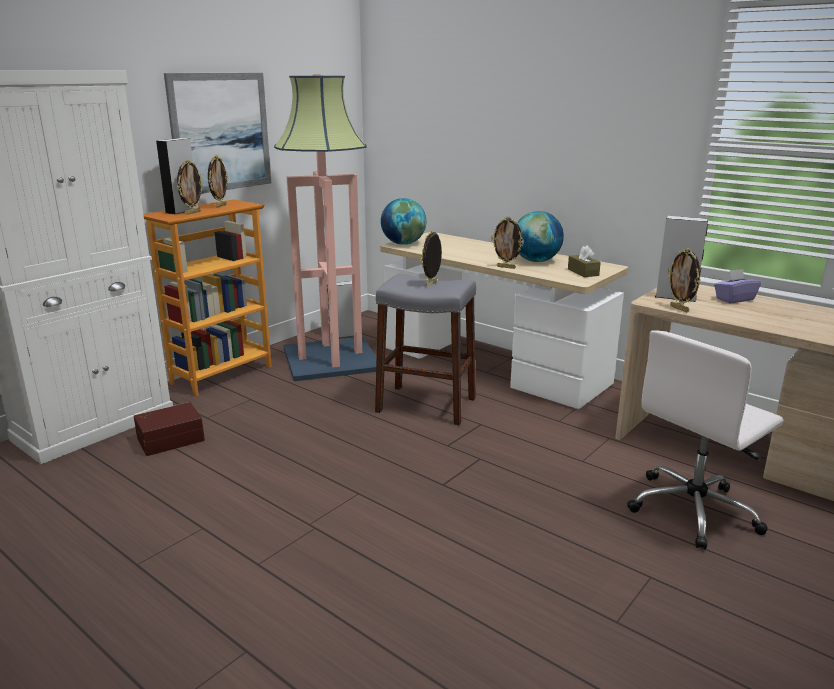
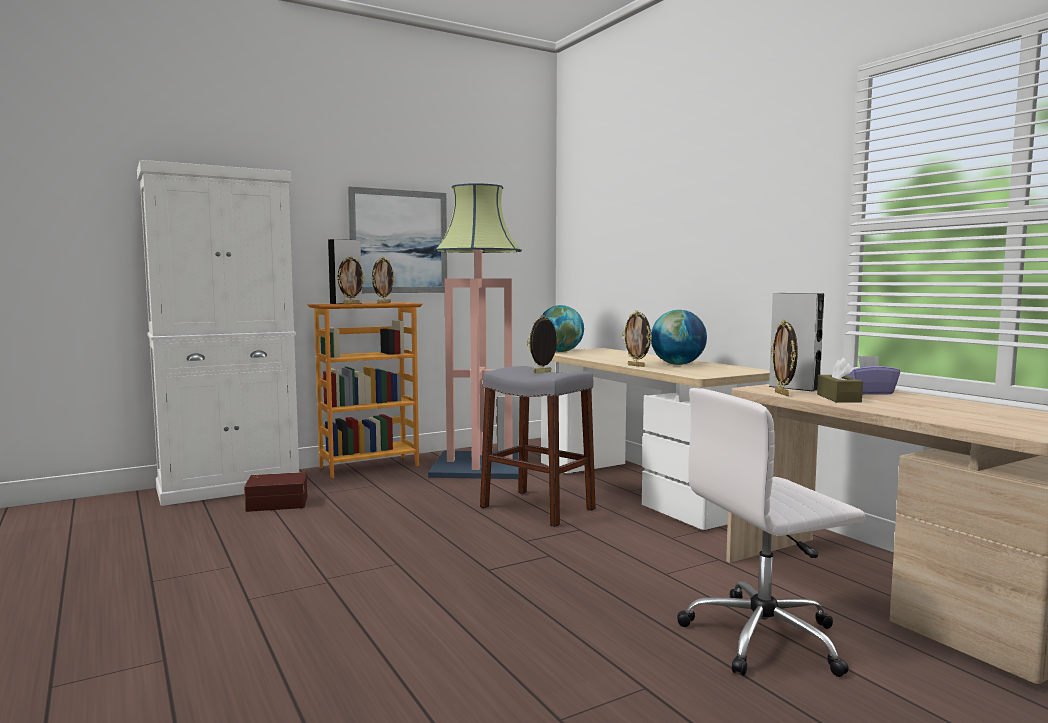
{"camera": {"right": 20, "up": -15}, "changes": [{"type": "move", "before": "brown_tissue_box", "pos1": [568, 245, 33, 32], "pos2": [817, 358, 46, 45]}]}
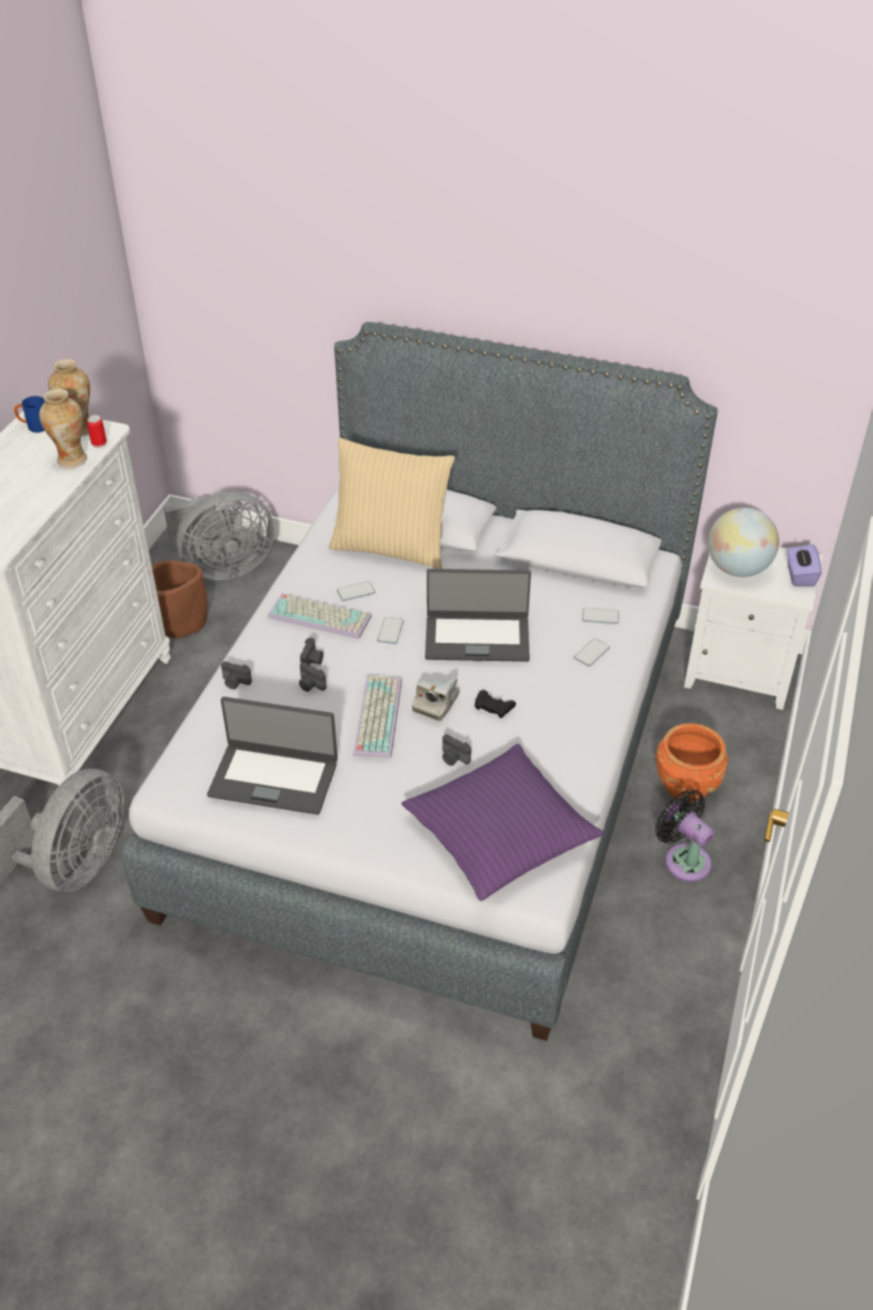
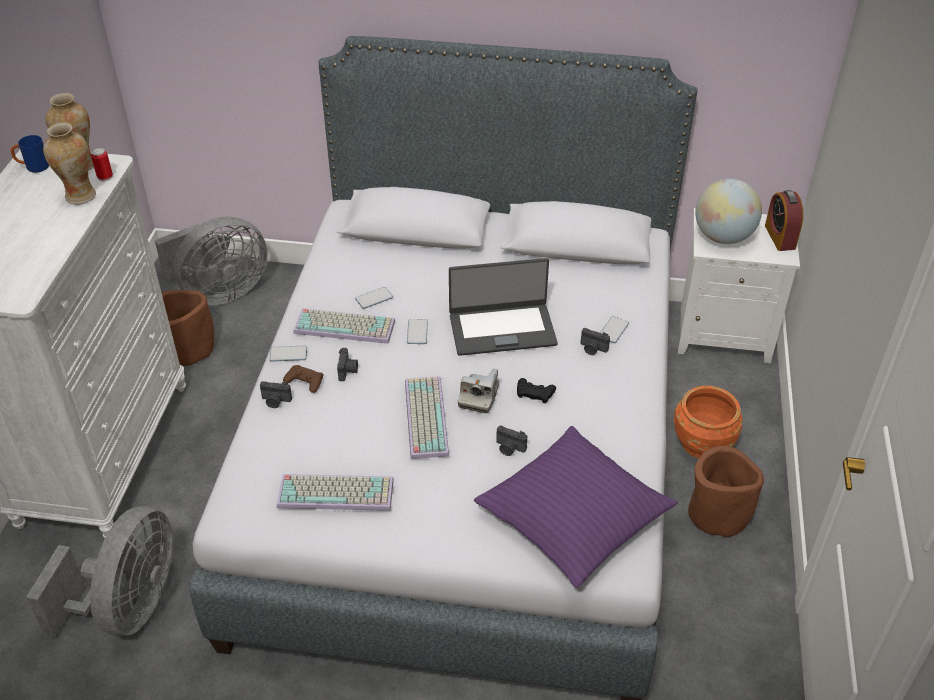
{"camera": {"right": -10, "up": 0}, "changes": [{"type": "move", "before": "phone", "pos1": [582, 608, 37, 16], "pos2": [270, 346, 37, 16]}, {"type": "replace", "before": "laptop", "after": "keyboard", "pos1": [207, 697, 130, 118], "pos2": [277, 474, 117, 37]}, {"type": "insert", "after": "brown_game_controller", "pos2": [283, 365, 41, 28]}, {"type": "move", "before": "photo_camera", "pos1": [299, 662, 28, 30], "pos2": [581, 328, 29, 27]}, {"type": "replace", "before": "black_fan", "after": "brown_planter", "pos1": [655, 789, 60, 93], "pos2": [688, 446, 76, 91]}, {"type": "replace", "before": "purple_tissue_box", "after": "alarm_clock", "pos1": [787, 543, 35, 44], "pos2": [765, 190, 38, 61]}, {"type": "delete", "before": "beige_pillow", "pos1": [329, 438, 126, 131]}]}
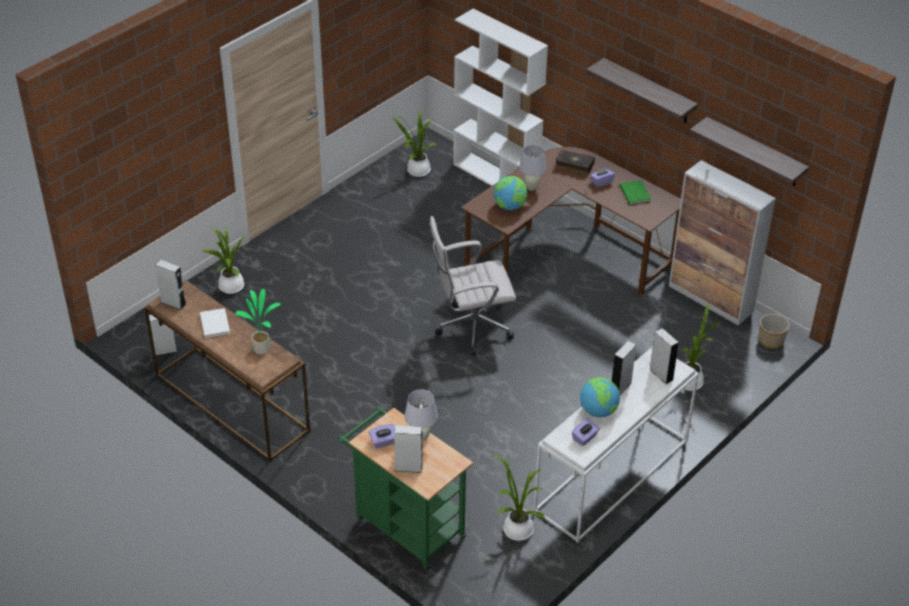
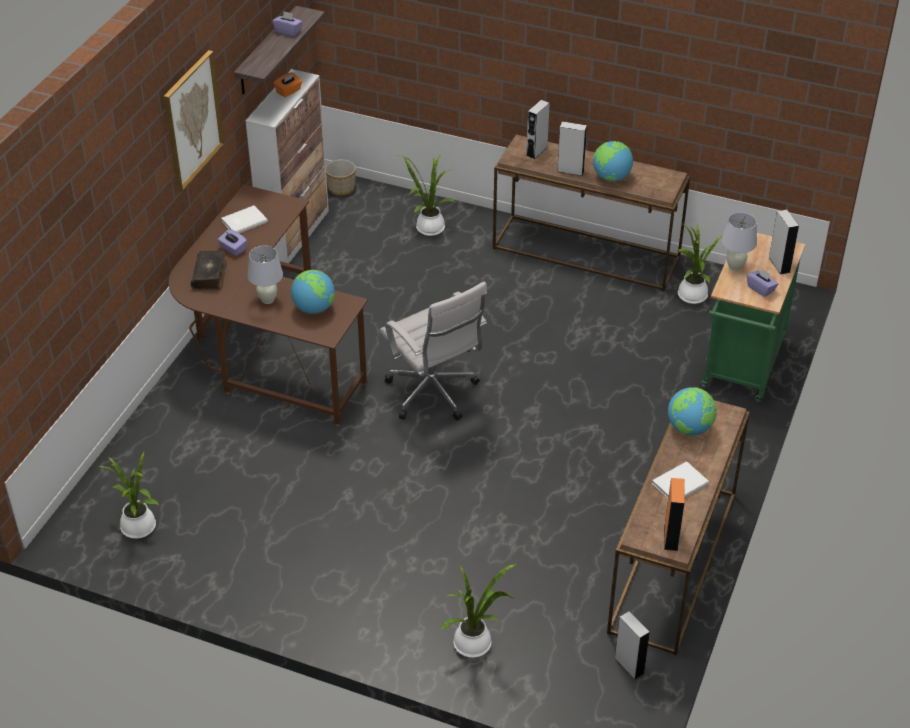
{"camera": {"right": -110, "up": 0}, "changes": [{"type": "replace", "before": "shelf", "after": "picture", "pos1": [586, 58, 112, 65], "pos2": [164, 50, 61, 142]}, {"type": "recolor", "before": "green_book", "after": "white_book", "pos1": [619, 180, 32, 25], "pos2": [221, 205, 47, 28]}, {"type": "move", "before": "purple_tissue_box", "pos1": [572, 418, 28, 28], "pos2": [272, 11, 30, 25]}, {"type": "insert", "after": "orange_tissue_box", "pos2": [273, 72, 29, 25]}, {"type": "recolor", "before": "white_console_table", "after": "brown_console_table", "pos1": [533, 346, 166, 197], "pos2": [493, 135, 197, 156]}, {"type": "recolor", "before": "grey_speaker", "after": "orange_speaker", "pos1": [155, 260, 31, 50], "pos2": [664, 478, 21, 73]}, {"type": "replace", "before": "potted_plant", "after": "globe", "pos1": [235, 289, 46, 65], "pos2": [668, 387, 49, 48]}, {"type": "delete", "before": "white_bookcase", "pos1": [453, 9, 95, 177]}]}
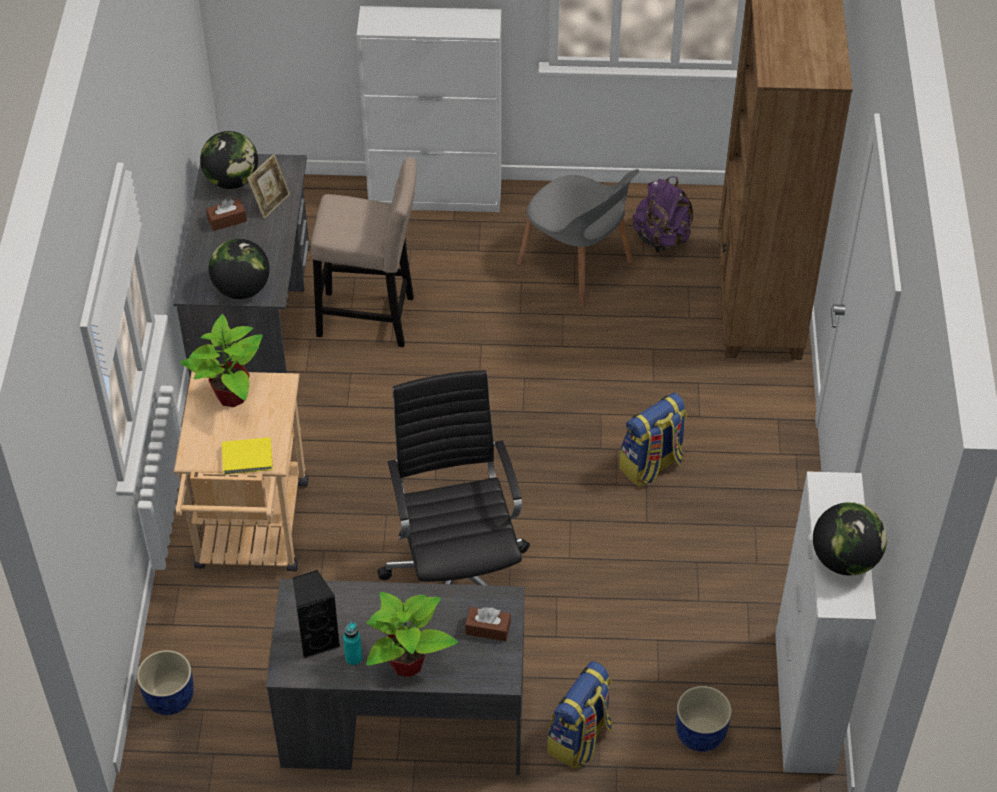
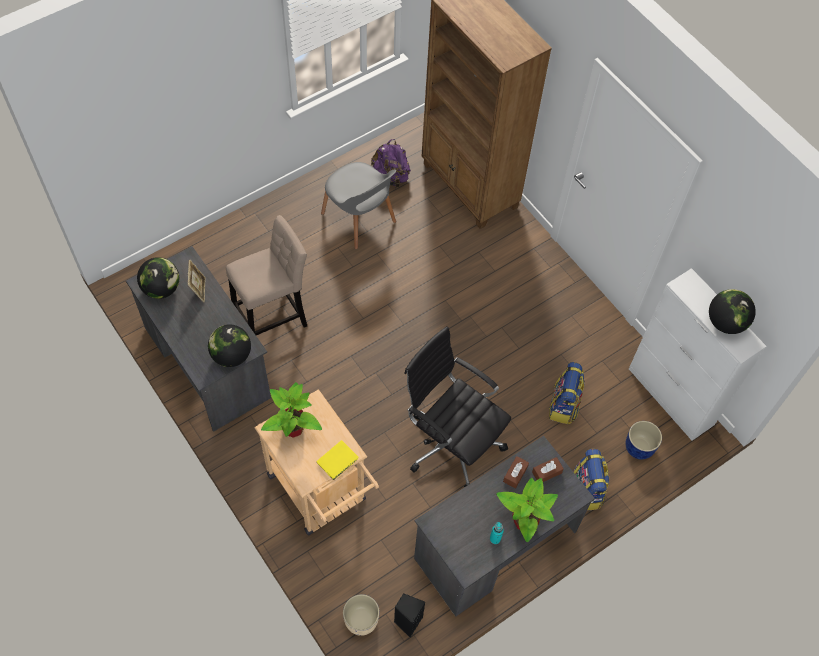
{"camera": {"right": -40, "up": 10}, "changes": [{"type": "rotate", "before": "grey_chair", "pos1": [517, 169, 122, 137], "pos2": [321, 162, 75, 87], "turn": 45}, {"type": "recolor", "before": "blue_planter", "after": "beige_planter", "pos1": [137, 650, 57, 65], "pos2": [343, 594, 37, 42]}, {"type": "move", "before": "black_speaker", "pos1": [293, 570, 48, 89], "pos2": [394, 593, 31, 45]}, {"type": "move", "before": "brown_tissue_box", "pos1": [206, 199, 41, 32], "pos2": [503, 456, 26, 33]}, {"type": "move", "before": "backpack", "pos1": [619, 393, 68, 94], "pos2": [549, 362, 36, 63]}, {"type": "delete", "before": "white_cabinet", "pos1": [357, 6, 144, 206]}]}
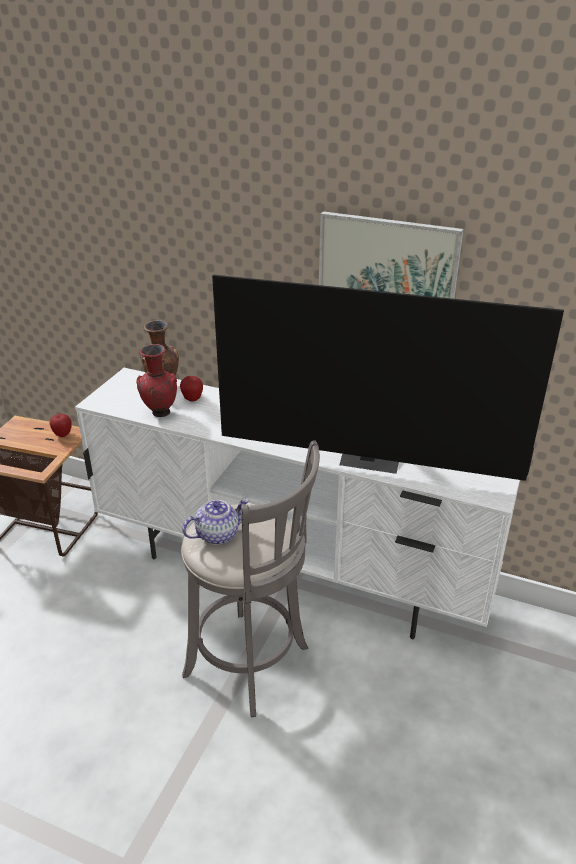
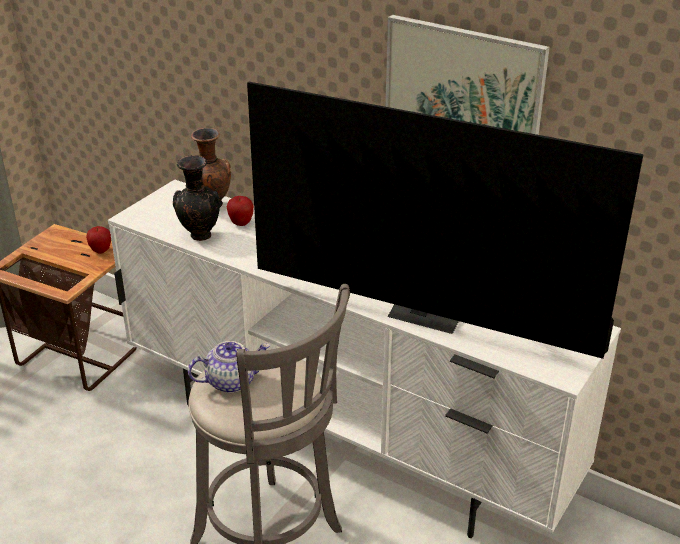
{"camera": {"right": 10, "up": 0}, "changes": [{"type": "recolor", "before": "red_vase", "after": "black_vase", "pos1": [136, 344, 41, 73], "pos2": [173, 155, 47, 86]}]}
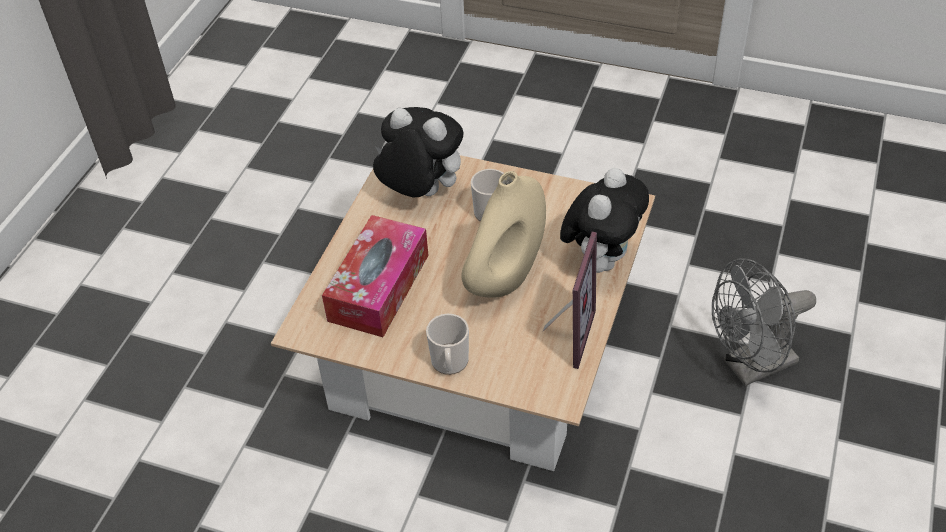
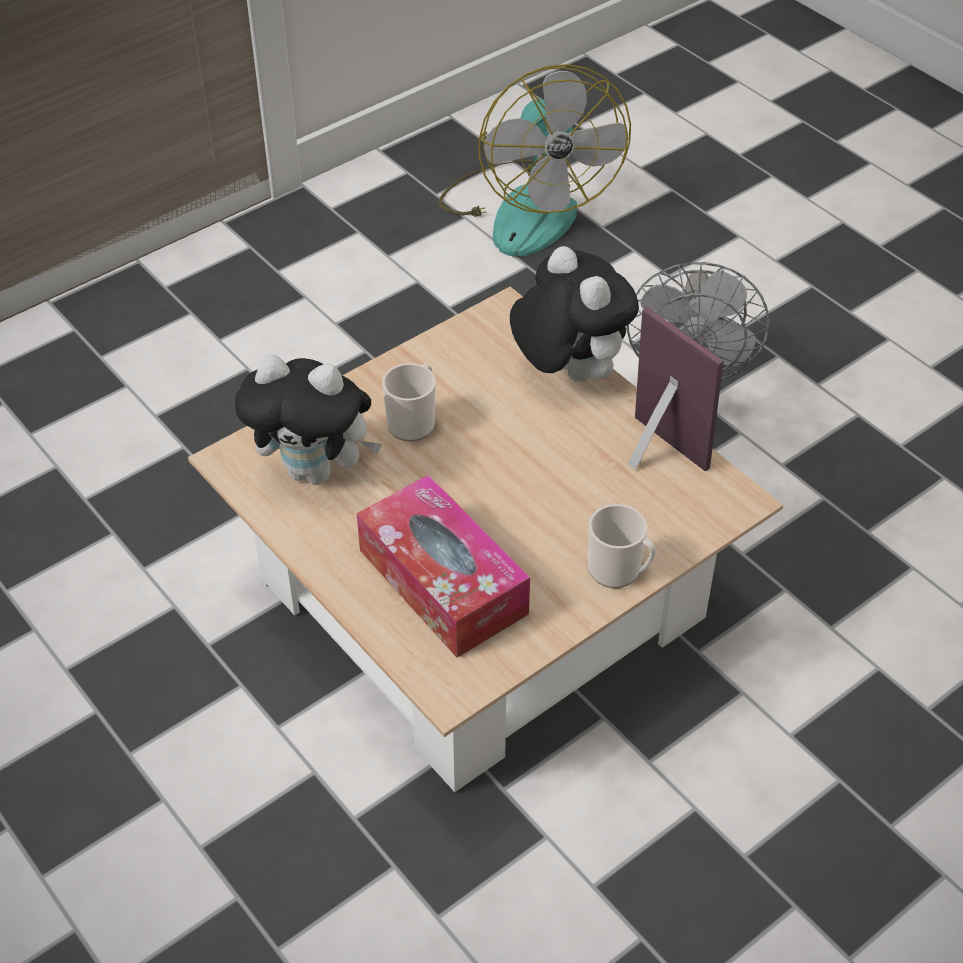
{"camera": {"right": -60, "up": 0}, "changes": [{"type": "rotate", "before": "plush_toy", "pos1": [373, 107, 90, 90], "pos2": [235, 354, 147, 131], "turn": -135}, {"type": "insert", "after": "fan", "pos2": [438, 64, 193, 193]}, {"type": "delete", "before": "beige_vase", "pos1": [461, 171, 85, 127]}]}
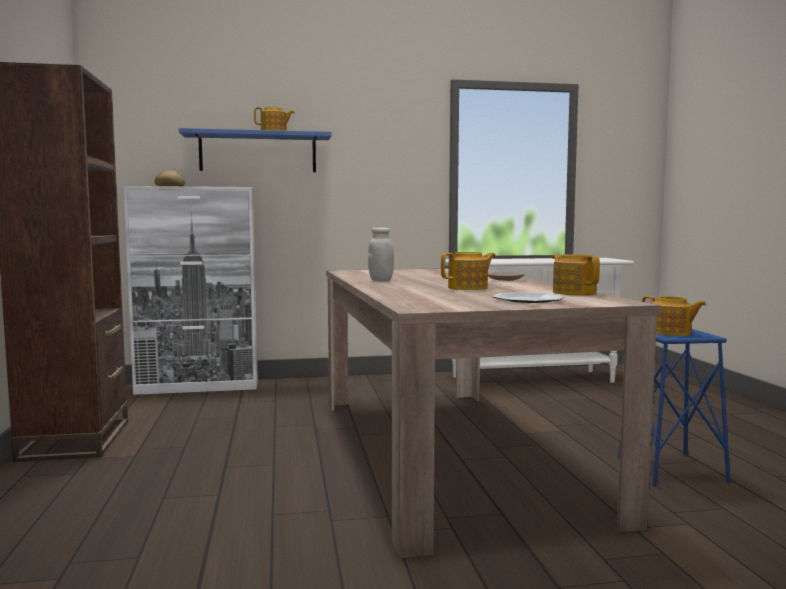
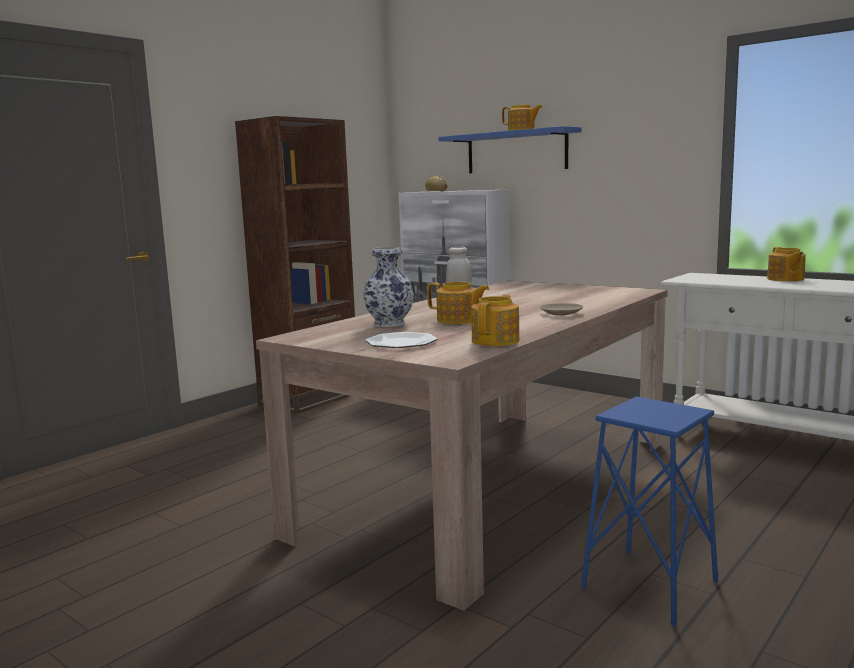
{"camera": {"right": 50, "up": 5}, "changes": [{"type": "insert", "after": "vase", "pos2": [363, 247, 51, 80]}, {"type": "move", "before": "teapot", "pos1": [642, 296, 65, 40], "pos2": [767, 247, 39, 34]}]}
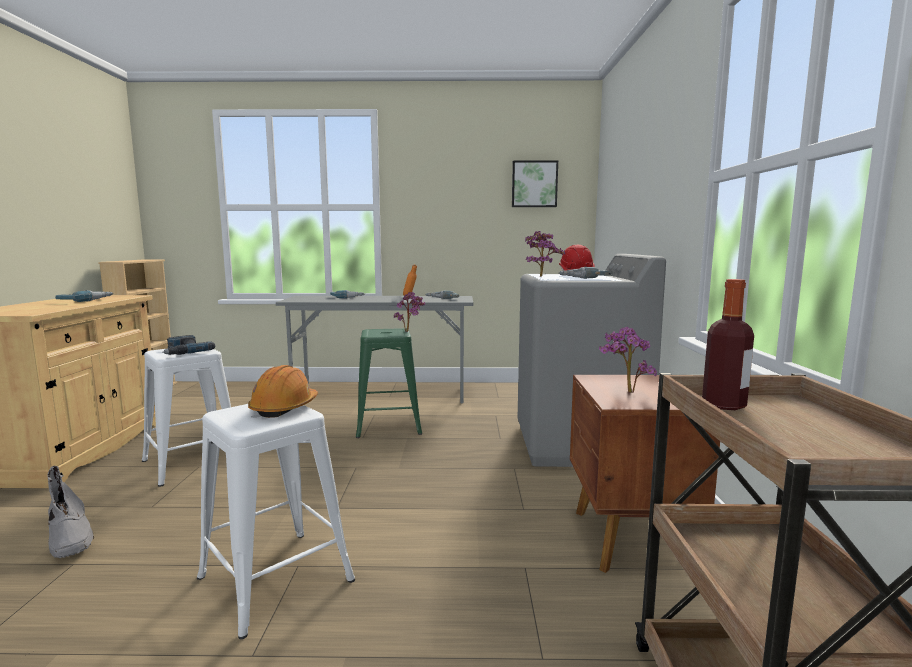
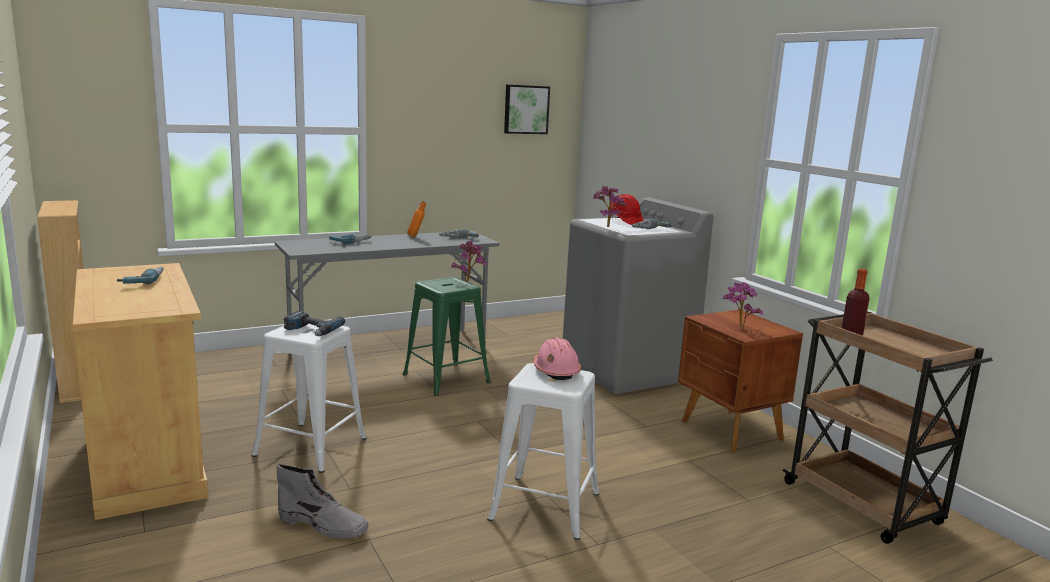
{"camera": {"right": -30, "up": 5}, "changes": [{"type": "recolor", "before": "orange_hard_hat", "after": "pink_hard_hat", "pos1": [248, 365, 70, 53], "pos2": [534, 337, 47, 43]}]}
